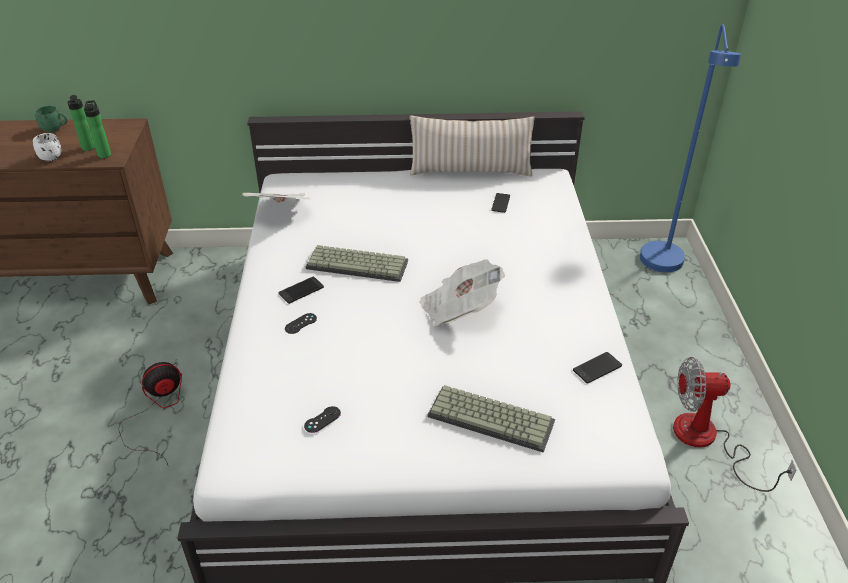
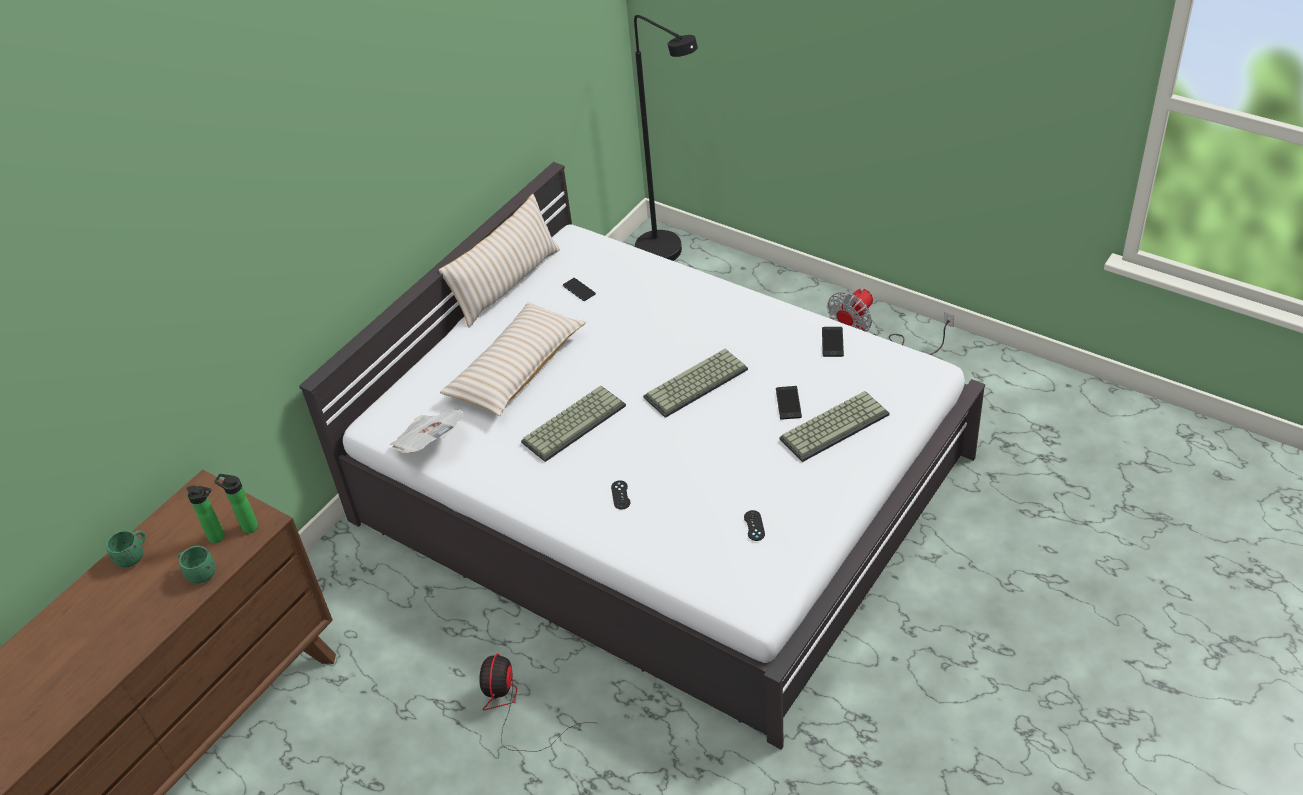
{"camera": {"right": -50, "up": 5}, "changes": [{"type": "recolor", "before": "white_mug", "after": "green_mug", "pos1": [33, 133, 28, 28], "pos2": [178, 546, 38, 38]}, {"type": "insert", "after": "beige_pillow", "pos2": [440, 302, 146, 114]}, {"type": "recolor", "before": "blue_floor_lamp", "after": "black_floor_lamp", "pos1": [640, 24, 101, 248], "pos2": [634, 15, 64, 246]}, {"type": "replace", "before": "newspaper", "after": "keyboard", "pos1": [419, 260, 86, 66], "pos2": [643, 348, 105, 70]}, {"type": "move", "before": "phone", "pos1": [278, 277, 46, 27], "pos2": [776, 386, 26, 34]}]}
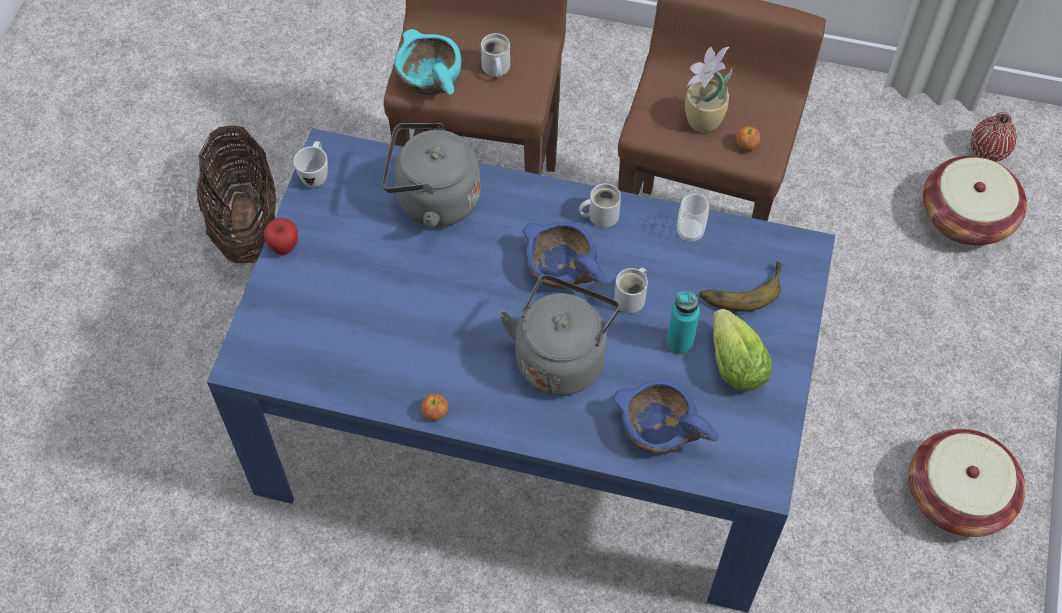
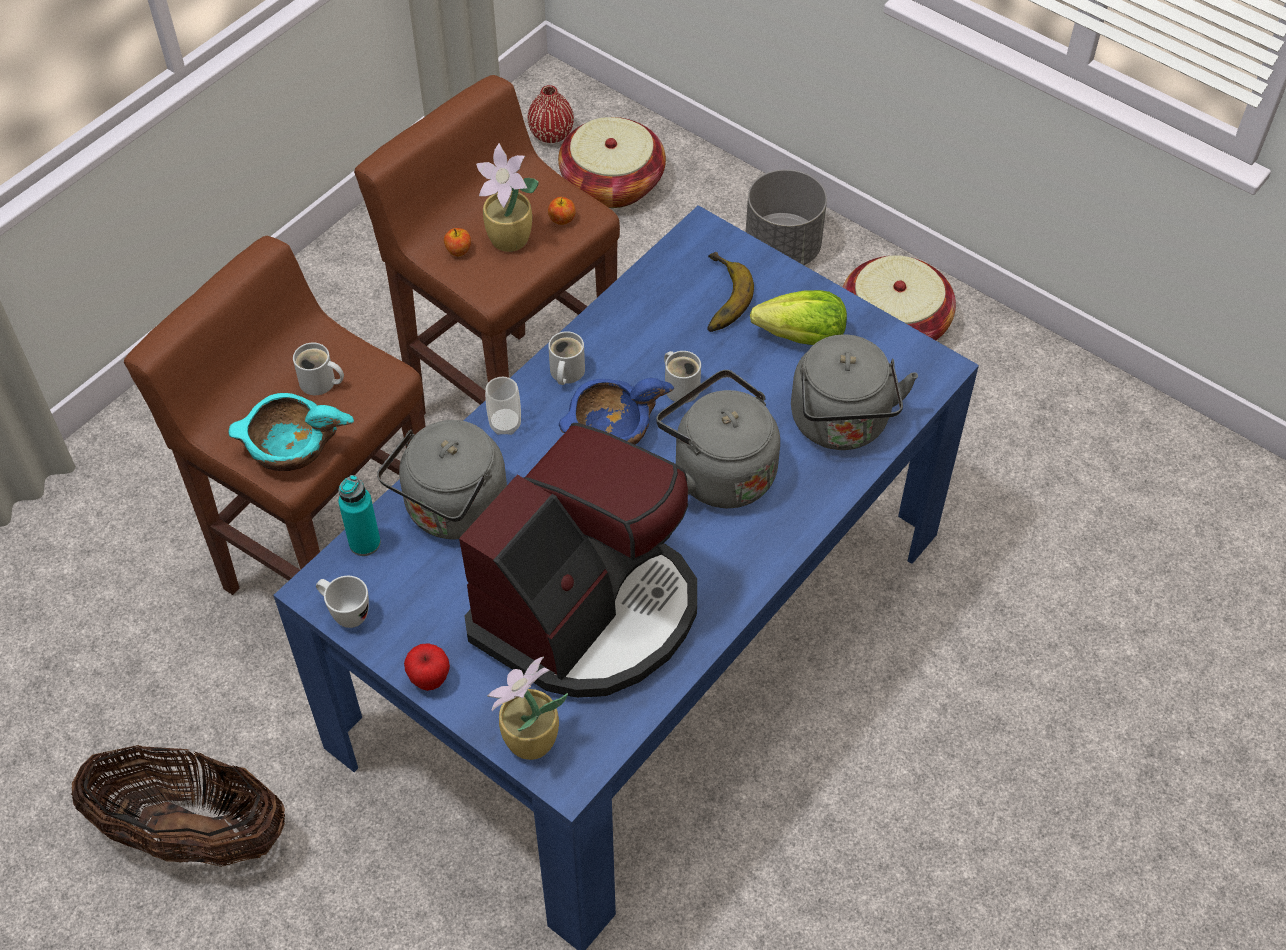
{"camera": {"right": -65, "up": -5}, "changes": [{"type": "move", "before": "turquoise_bottle", "pos1": [667, 291, 33, 63], "pos2": [338, 475, 43, 81]}, {"type": "move", "before": "apple", "pos1": [421, 394, 27, 27], "pos2": [444, 228, 27, 28]}, {"type": "insert", "after": "coffee_machine", "pos2": [459, 423, 238, 275]}, {"type": "move", "before": "cup", "pos1": [677, 194, 32, 48], "pos2": [485, 376, 36, 59]}, {"type": "insert", "after": "potted_plant", "pos2": [488, 656, 80, 104]}, {"type": "insert", "after": "grey_planter", "pos2": [746, 170, 81, 95]}, {"type": "replace", "before": "blue_bowl", "after": "grey_kettle", "pos1": [613, 379, 106, 75], "pos2": [791, 334, 127, 116]}]}
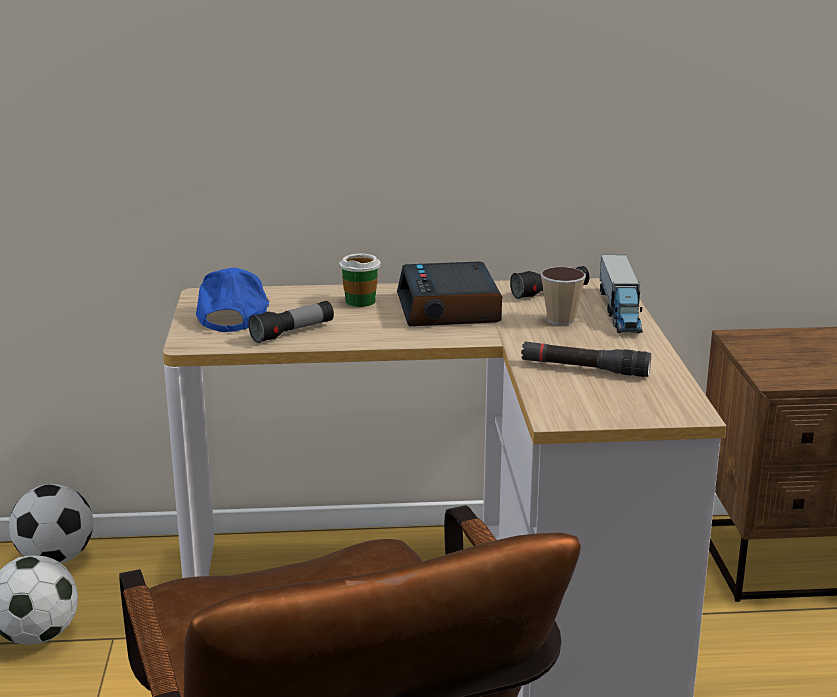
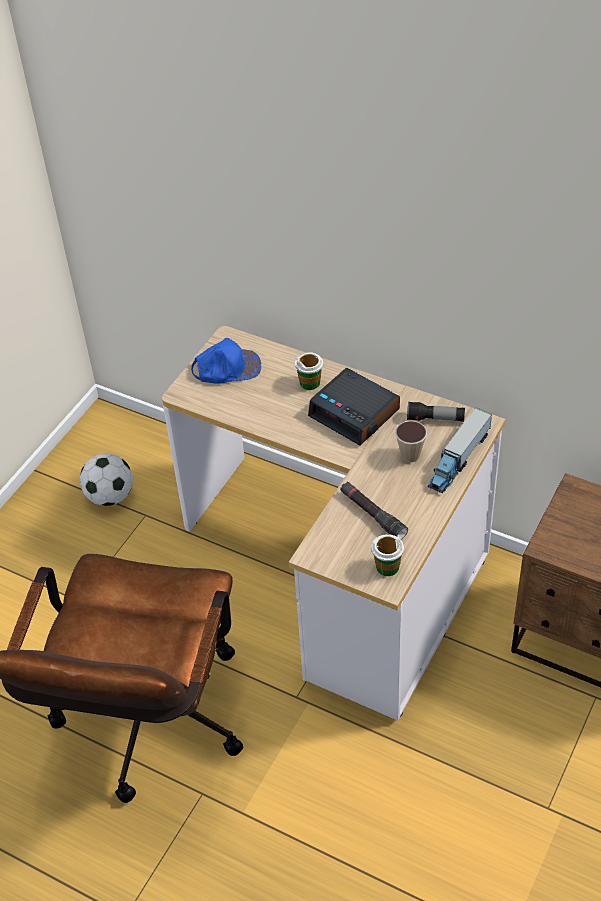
{"camera": {"right": 35, "up": 25}, "changes": [{"type": "rotate", "before": "blue_cap", "pos1": [196, 268, 73, 64], "pos2": [191, 338, 70, 46], "turn": 45}, {"type": "rotate", "before": "alarm_clock", "pos1": [397, 261, 105, 65], "pos2": [308, 368, 92, 78], "turn": -75}, {"type": "insert", "after": "cup", "pos2": [371, 534, 33, 42]}, {"type": "delete", "before": "football", "pos1": [9, 484, 84, 80]}, {"type": "delete", "before": "flashlight", "pos1": [248, 301, 86, 42]}]}
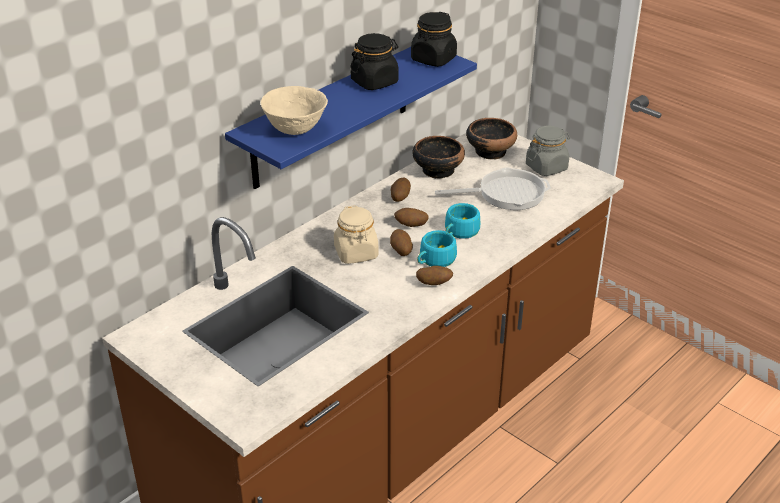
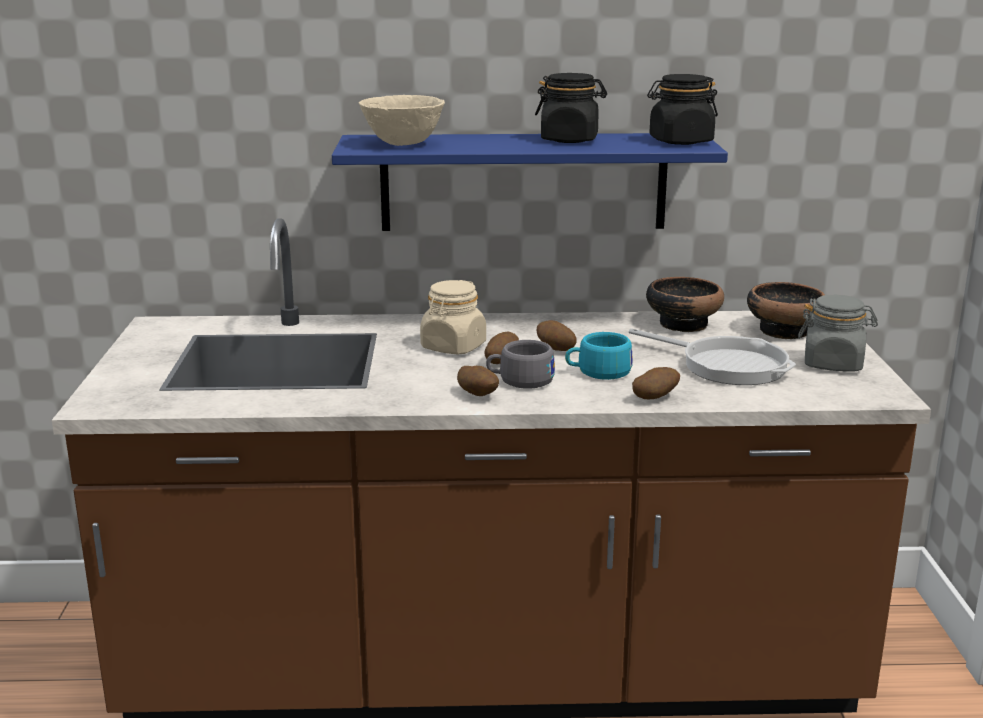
{"camera": {"right": 45, "up": -15}, "changes": [{"type": "recolor", "before": "turquoise_cup", "after": "grey_cup", "pos1": [417, 230, 40, 37], "pos2": [486, 340, 69, 49]}, {"type": "move", "before": "potato", "pos1": [391, 178, 20, 24], "pos2": [632, 367, 48, 32]}]}
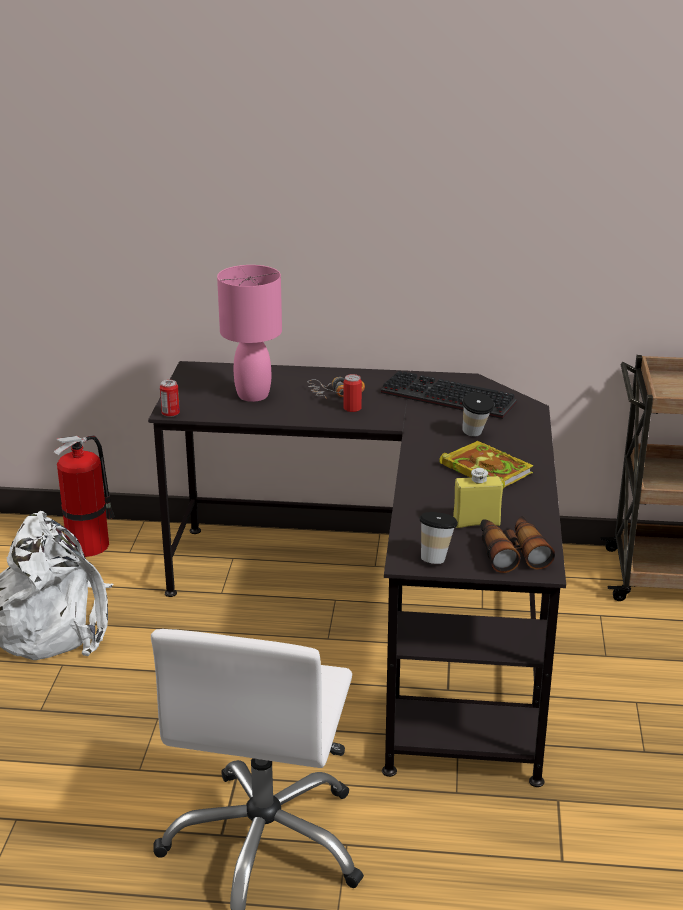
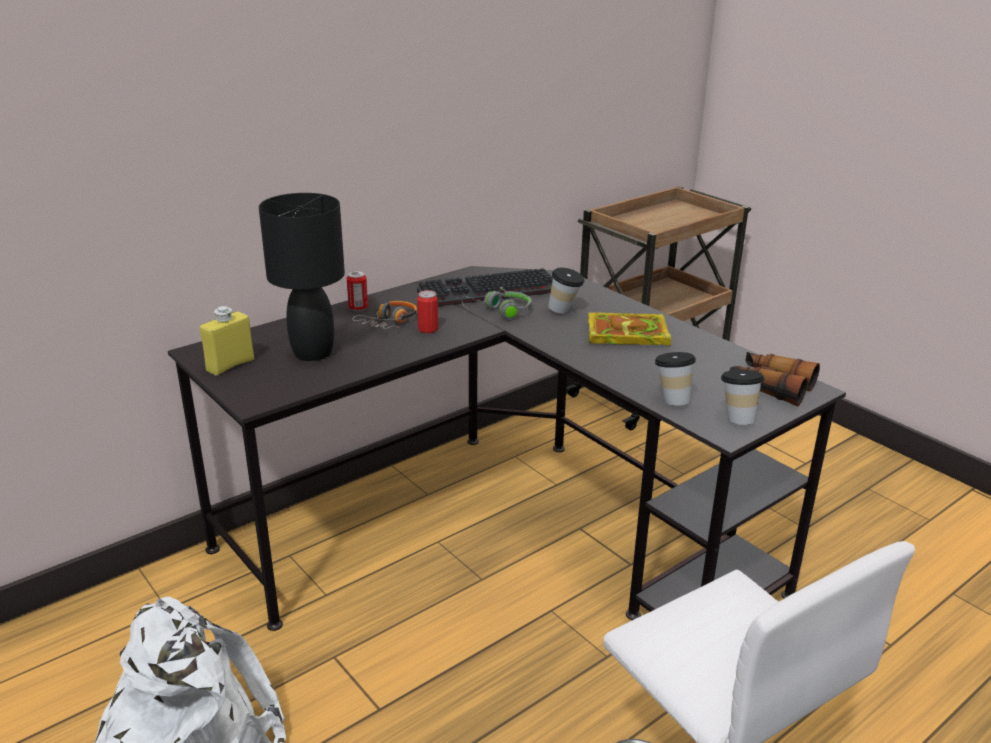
{"camera": {"right": -45, "up": 0}, "changes": [{"type": "move", "before": "yellow_bottle", "pos1": [453, 468, 50, 60], "pos2": [200, 306, 54, 70]}, {"type": "recolor", "before": "pink_table_lamp", "after": "black_table_lamp", "pos1": [217, 265, 65, 137], "pos2": [259, 193, 86, 168]}, {"type": "move", "before": "can", "pos1": [160, 380, 20, 37], "pos2": [347, 271, 21, 40]}, {"type": "insert", "after": "grey_headphones", "pos2": [462, 287, 70, 32]}, {"type": "insert", "after": "cup", "pos2": [655, 352, 41, 54]}, {"type": "delete", "before": "fire_extinguisher", "pos1": [54, 435, 61, 122]}]}
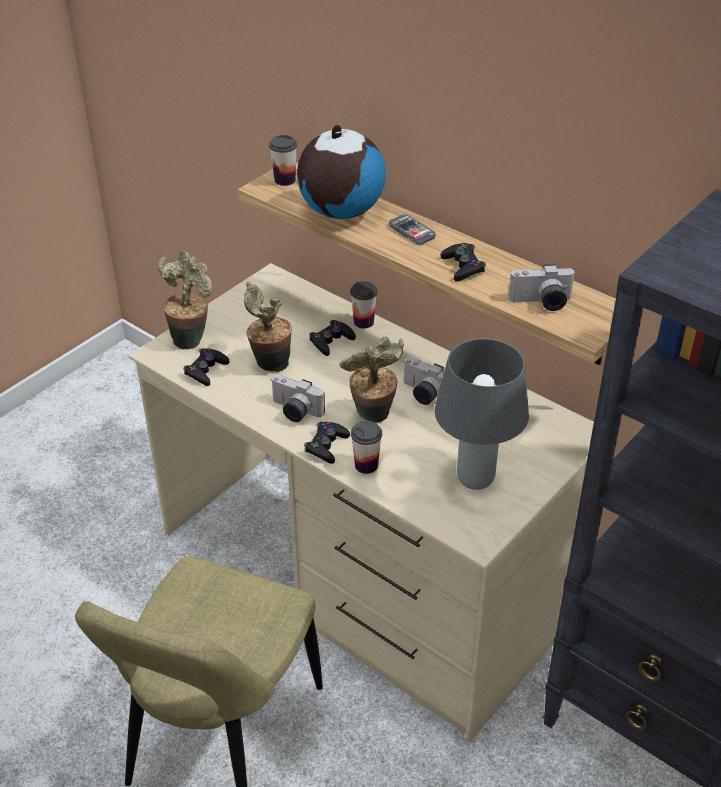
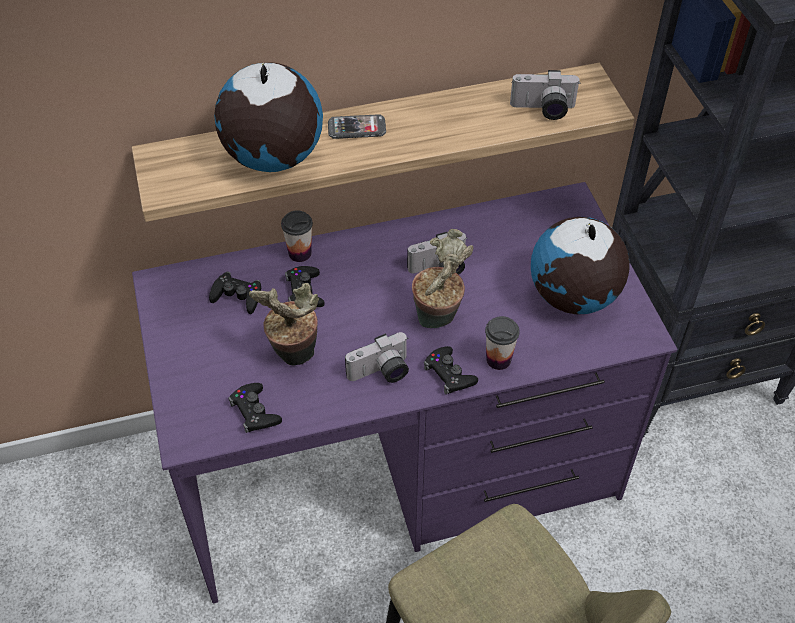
{"camera": {"right": -55, "up": 10}, "changes": [{"type": "recolor", "before": "beige_desk", "after": "purple_desk", "pos1": [129, 263, 465, 479], "pos2": [132, 182, 545, 422]}, {"type": "move", "before": "black_game_controller", "pos1": [441, 243, 45, 39], "pos2": [209, 272, 52, 42]}, {"type": "rotate", "before": "photo_camera", "pos1": [508, 264, 68, 47], "pos2": [510, 70, 71, 50], "turn": 60}, {"type": "replace", "before": "grey_table_lamp", "after": "globe", "pos1": [435, 338, 94, 152], "pos2": [531, 217, 99, 97]}, {"type": "delete", "before": "potted_plant", "pos1": [158, 251, 55, 98]}, {"type": "delete", "before": "cup", "pos1": [269, 135, 28, 51]}]}
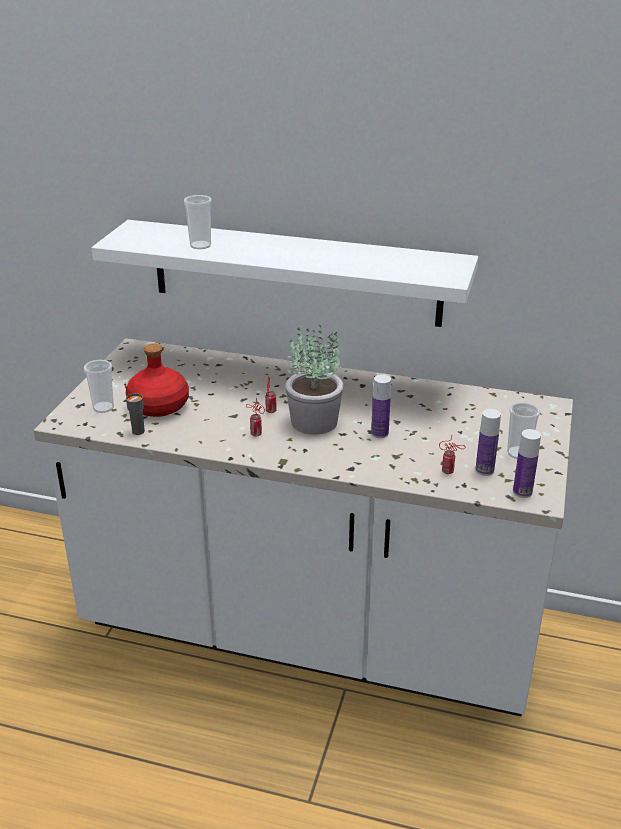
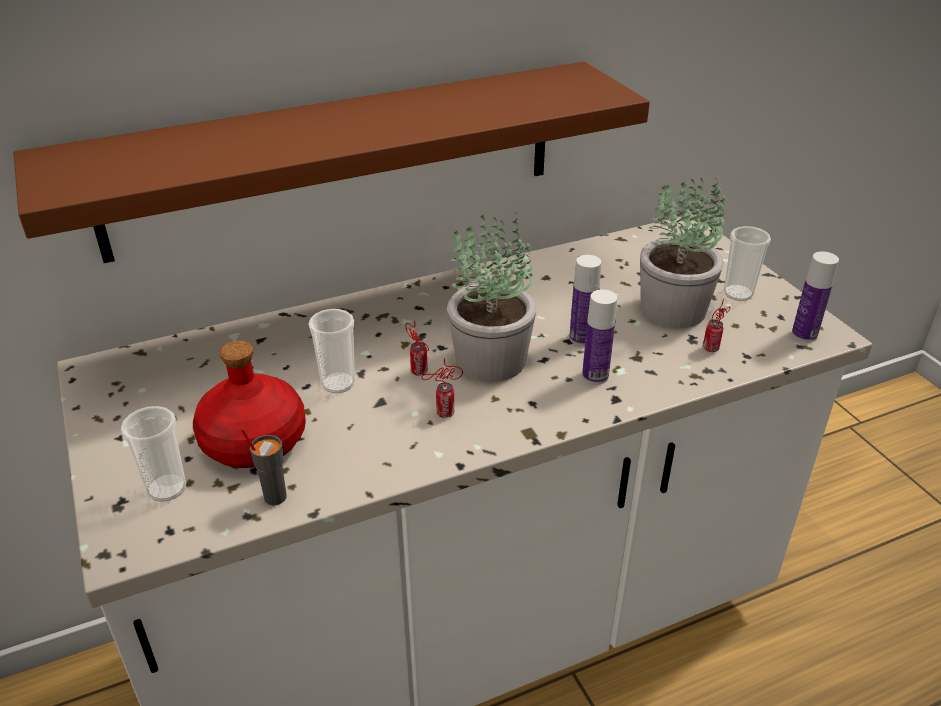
{"camera": {"right": -40, "up": 5}, "changes": [{"type": "recolor", "before": "white_shelf", "after": "brown_shelf", "pos1": [92, 220, 386, 107], "pos2": [13, 62, 637, 201]}, {"type": "move", "before": "cup", "pos1": [184, 195, 28, 54], "pos2": [308, 309, 47, 84]}, {"type": "move", "before": "bottle", "pos1": [475, 409, 26, 67], "pos2": [582, 289, 35, 95]}, {"type": "insert", "after": "potted_plant", "pos2": [640, 177, 85, 151]}]}
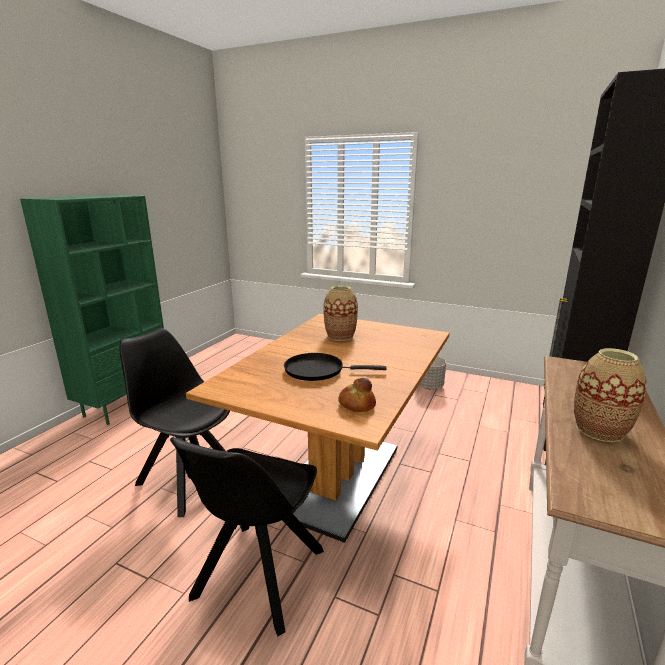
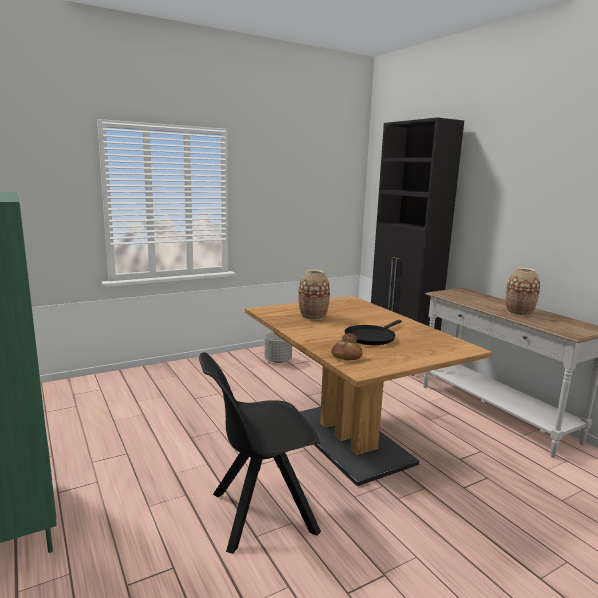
{"camera": {"right": -55, "up": -5}, "changes": [{"type": "move", "before": "bread", "pos1": [338, 378, 38, 34], "pos2": [331, 333, 32, 27]}, {"type": "delete", "before": "black_chair", "pos1": [170, 437, 154, 199]}]}
